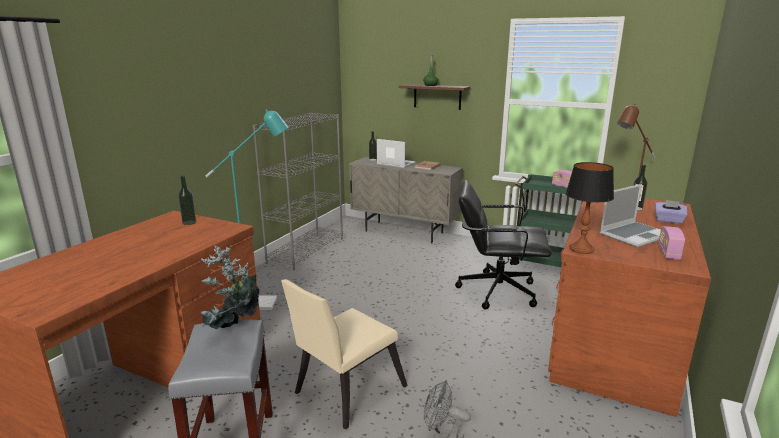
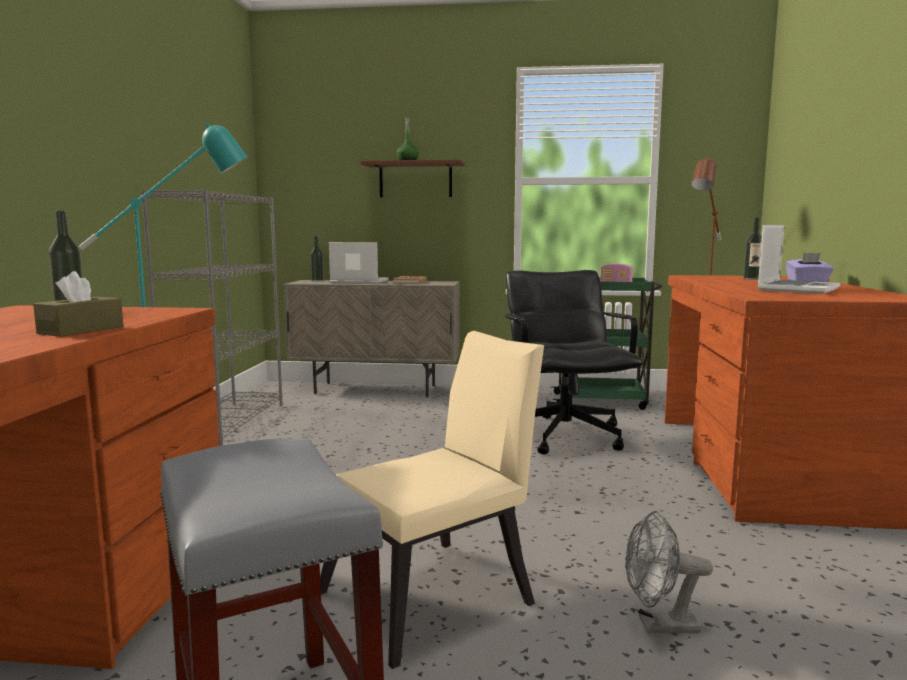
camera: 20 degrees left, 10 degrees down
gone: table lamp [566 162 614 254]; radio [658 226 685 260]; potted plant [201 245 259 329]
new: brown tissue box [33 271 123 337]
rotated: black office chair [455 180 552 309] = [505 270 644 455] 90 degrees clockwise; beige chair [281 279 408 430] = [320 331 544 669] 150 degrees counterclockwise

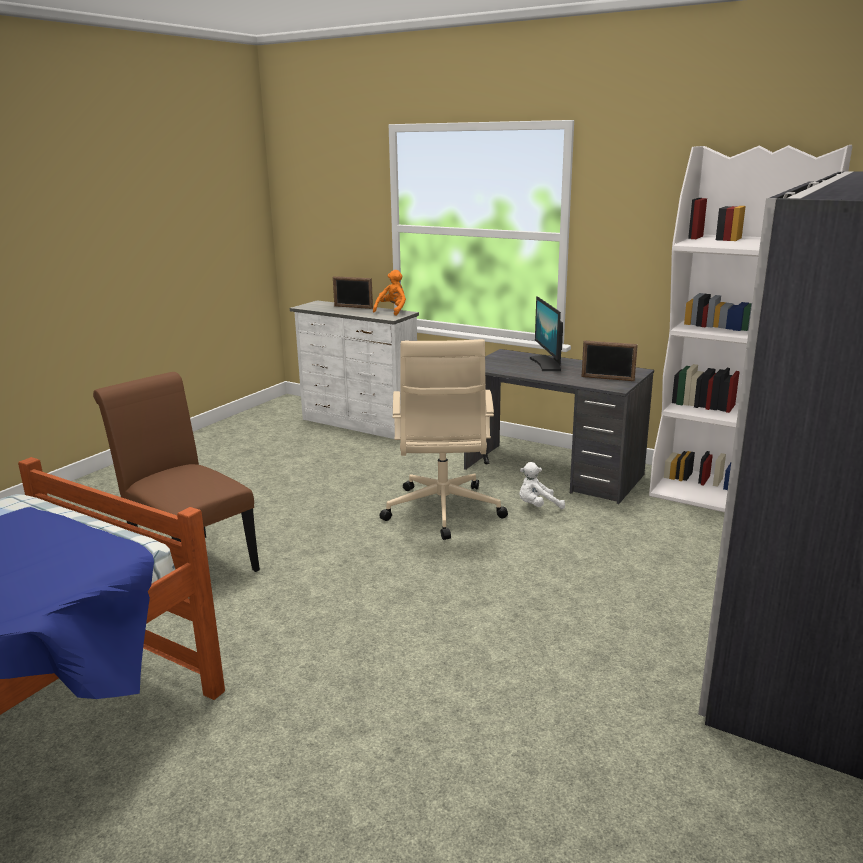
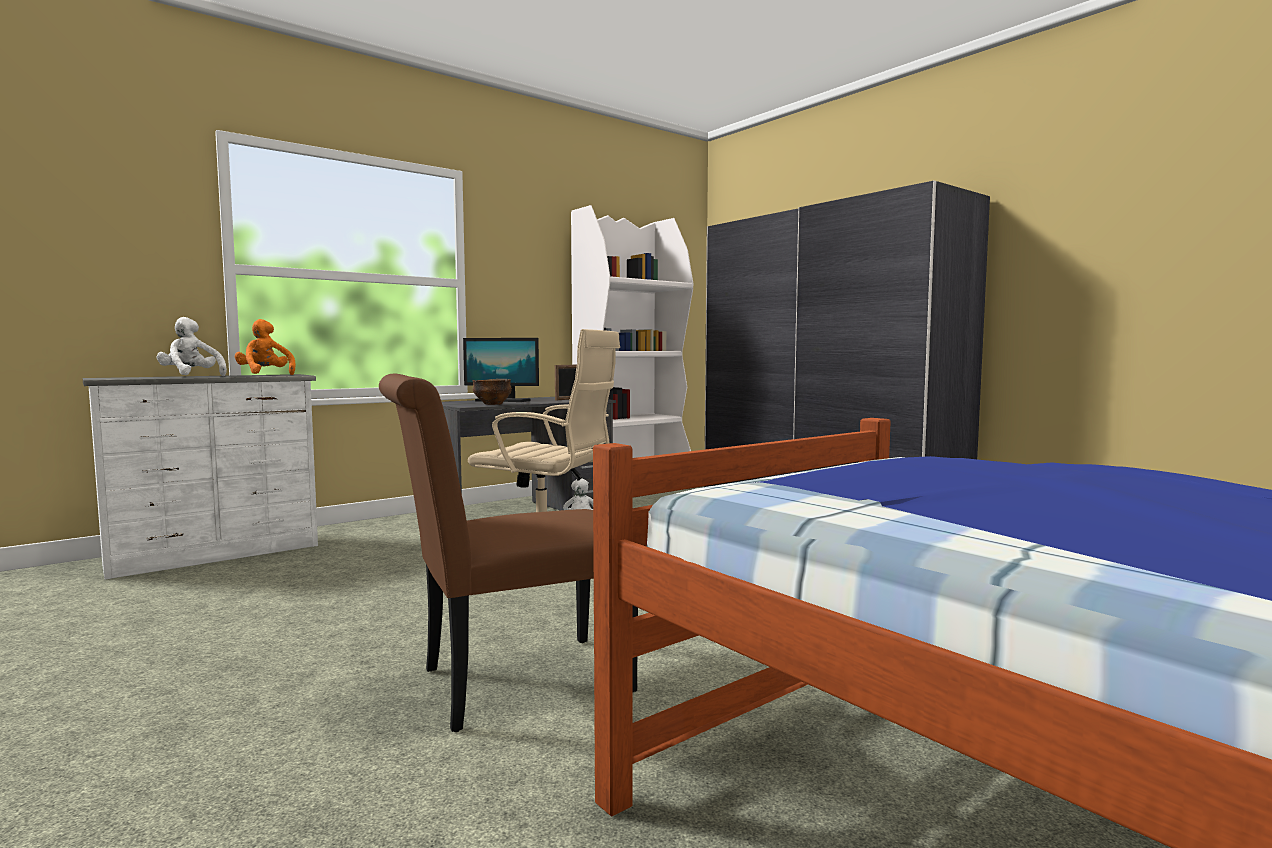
camera: 70 degrees left, 15 degrees down
new: bowl [472 379 512 405]
swapped: picture frame [333 276 373 309] to white plush toy [157 317 227 376]

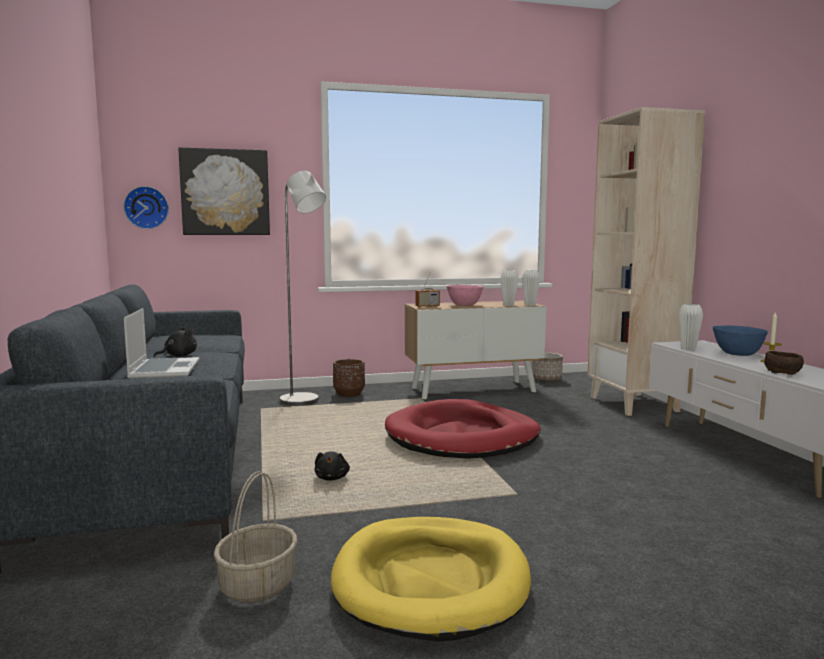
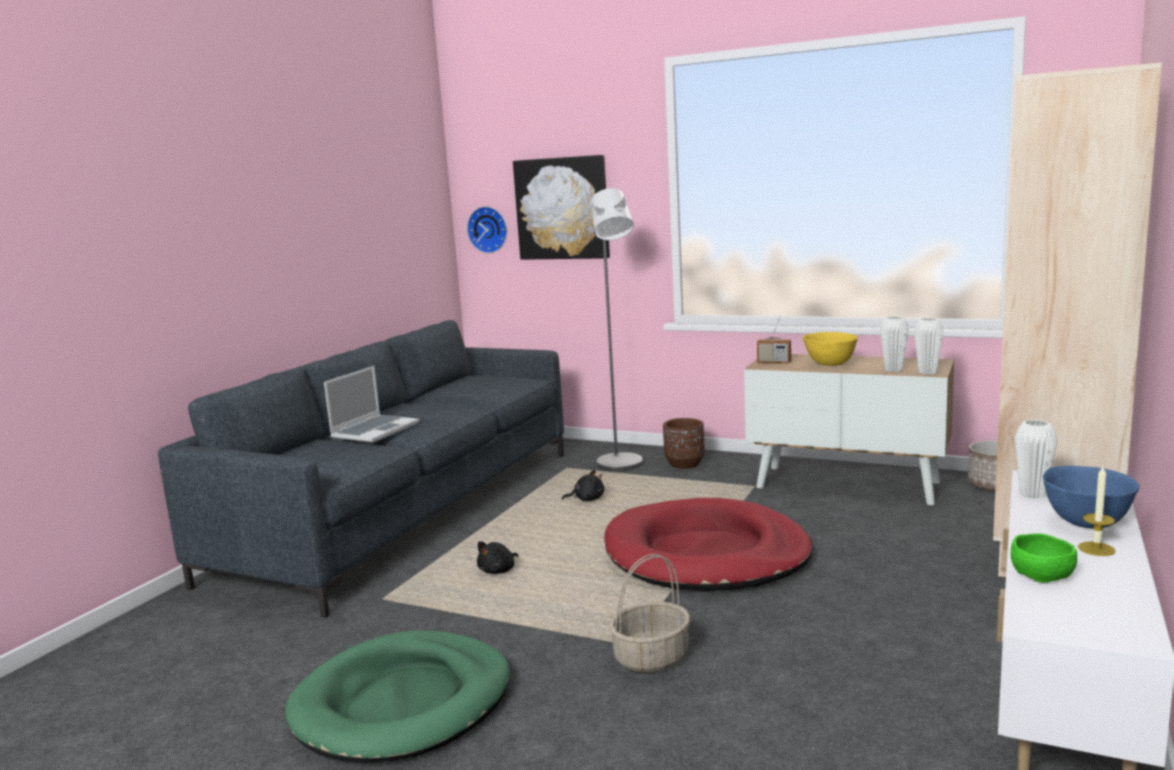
camera: 40 degrees right, 5 degrees up
shifted: black plush toy [153 327 197 357] to [562 470 604 501]; basket [214 471 297 603] to [609 554 690 673]
repainted: pink bowl [447 285 483 306] to yellow bowl [803 332 858 366]; brown bowl [764 351 804 375] to green bowl [1011 533 1077 583]; yellow dog bed [331 517 531 642] to green dog bed [285 631 510 762]

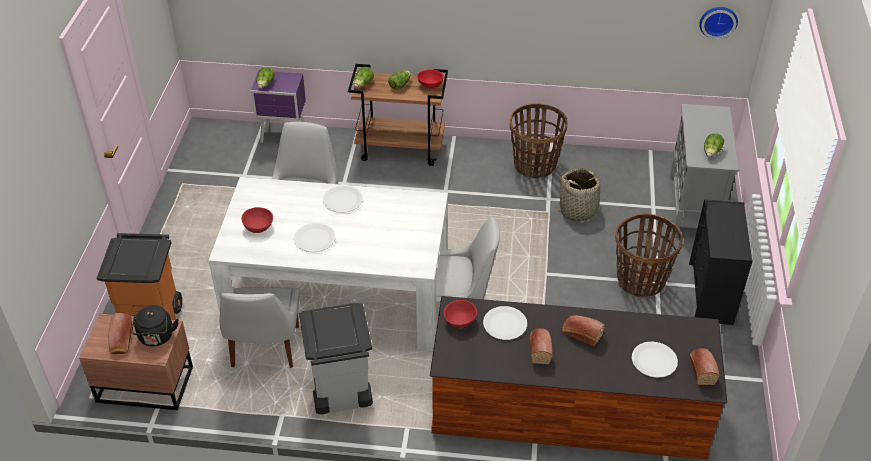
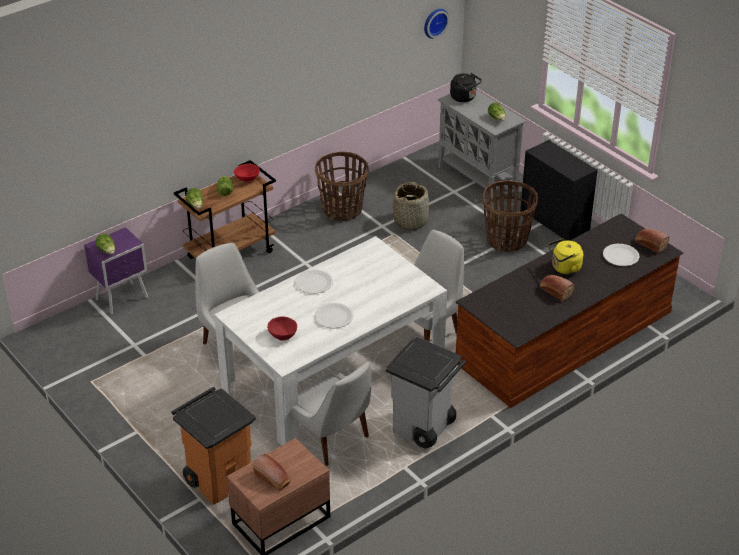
camera: 45 degrees left, 5 degrees down
gone: red bowl [444 300 477 328]; white plate [483 306 527 340]
shifted: black kettle [131 305 179 346] to [450 73 482 102]
swapped: bread [562 315 605 346] to yellow kettle [548 238 583 275]

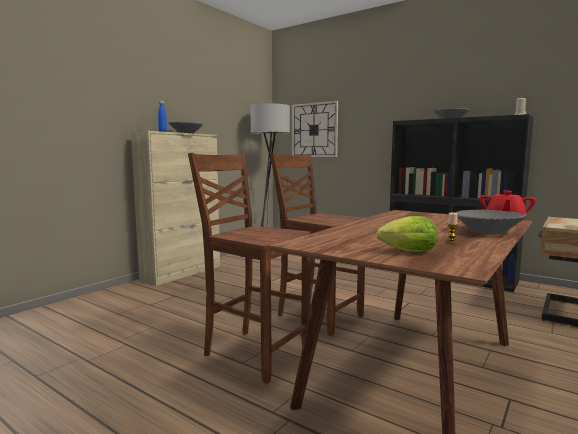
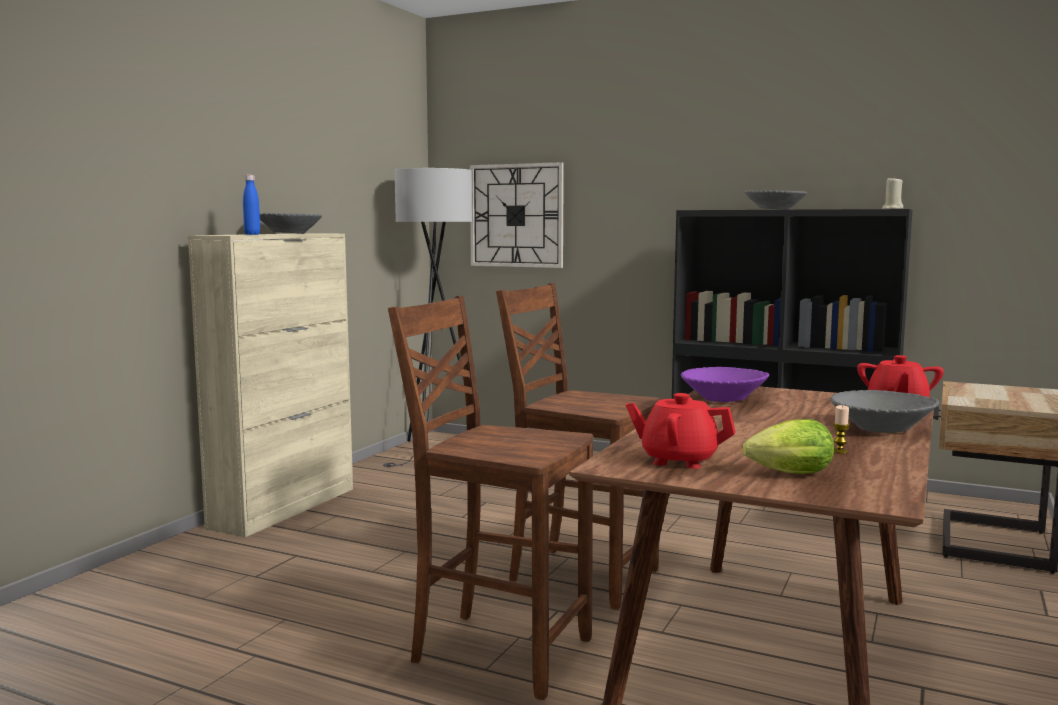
camera: 10 degrees left, 0 degrees up
new: purple bowl [681 367 770 402]; red teapot [626 393 736 469]

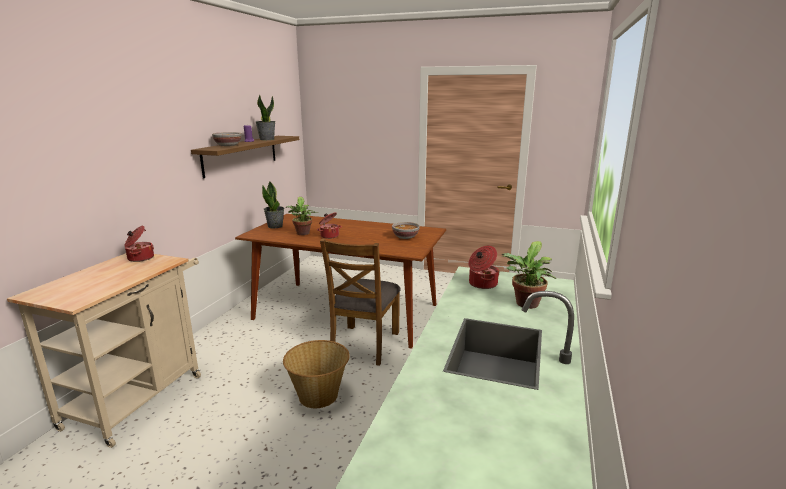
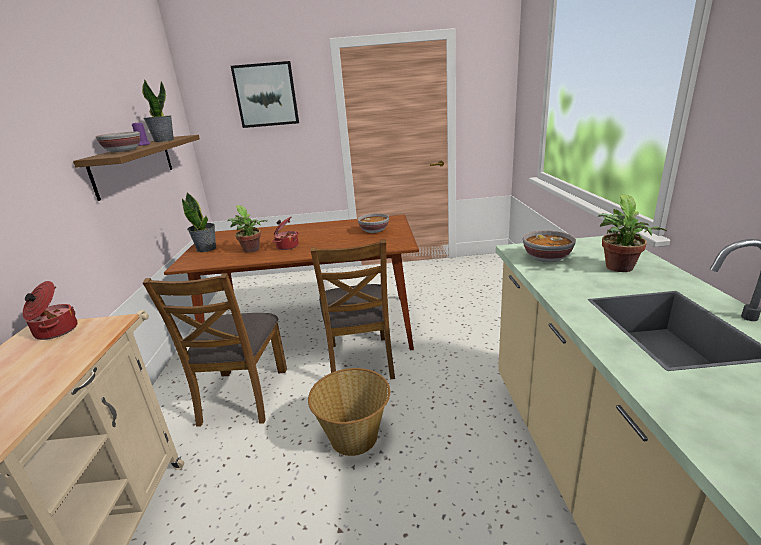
camera: 20 degrees left, 5 degrees up
new: picture [231 61 299 128]; brown chair [143 273 287 427]
swapped: cooking pot [468 246 499 289] to bowl [523 230 576 262]

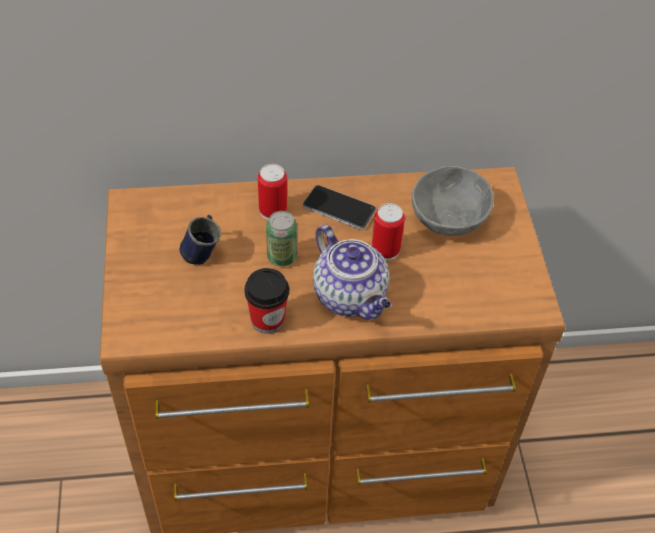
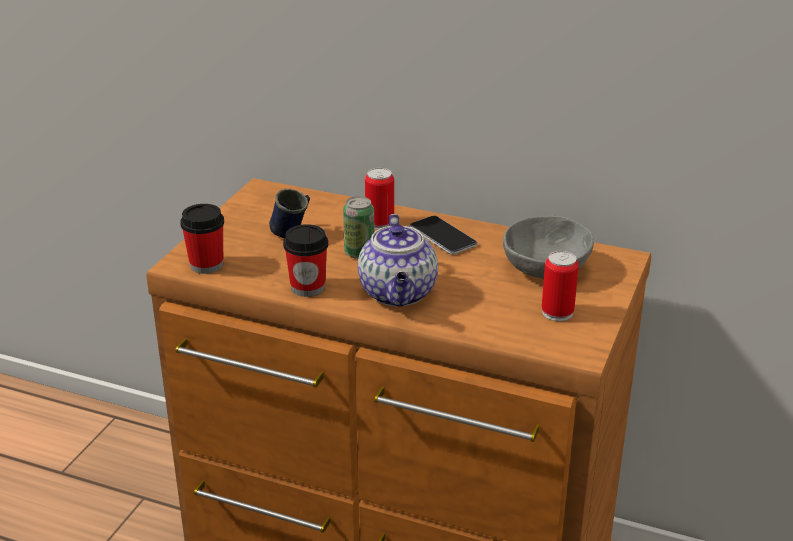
camera: 30 degrees right, 20 degrees down
new: cup [180 204 224 274]
shifted: can [372 203 405 261] to [541 251 579 321]

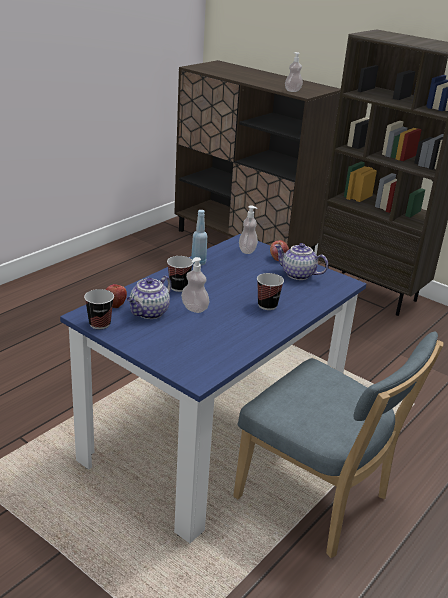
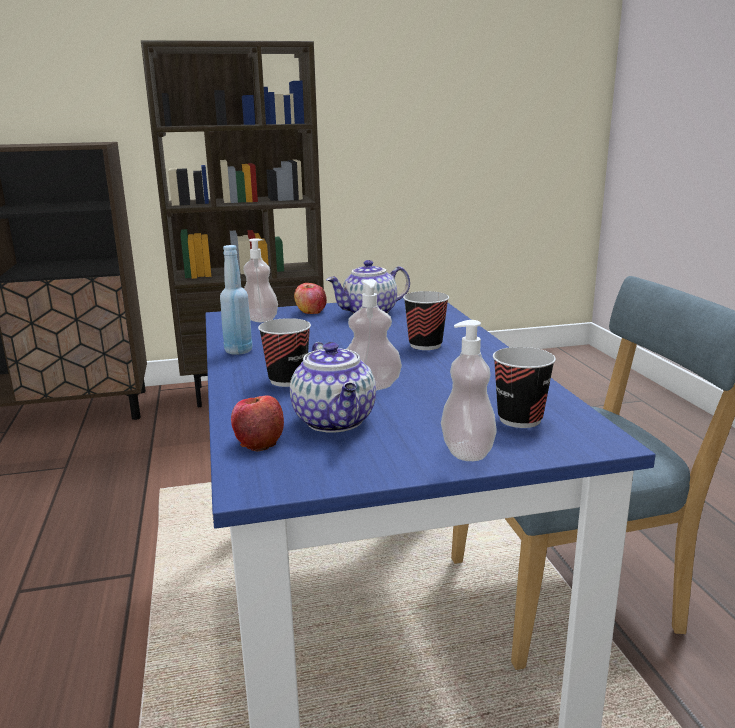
camera: 50 degrees left, 10 degrees down
shifted: soap dispenser [285 52 303 92] to [441 320 496 461]; cup [84 289 114 329] to [493 347 556 428]

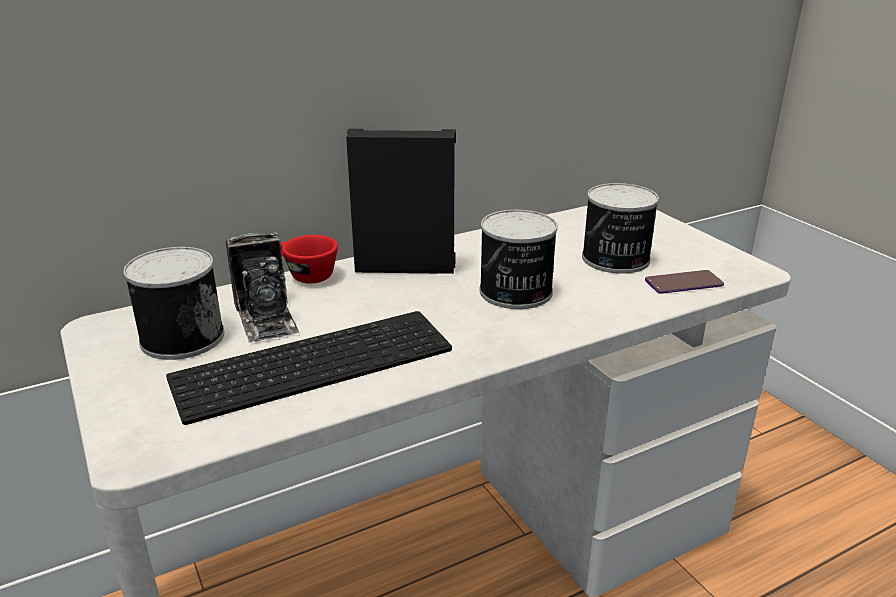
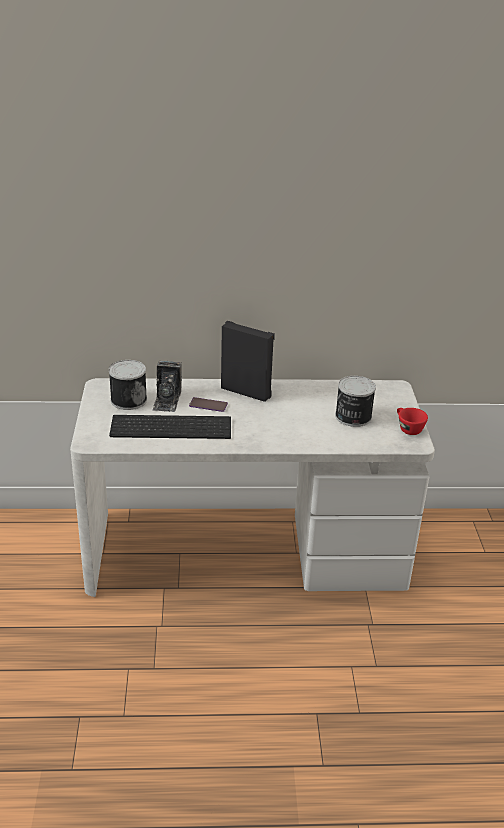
camera: 25 degrees right, 5 degrees up
gone: can [480 210 558 309]
shifted: red cup [281 235 338 284] to [397 408 428 435]; phone [645 270 724 294] to [189 397 228 412]

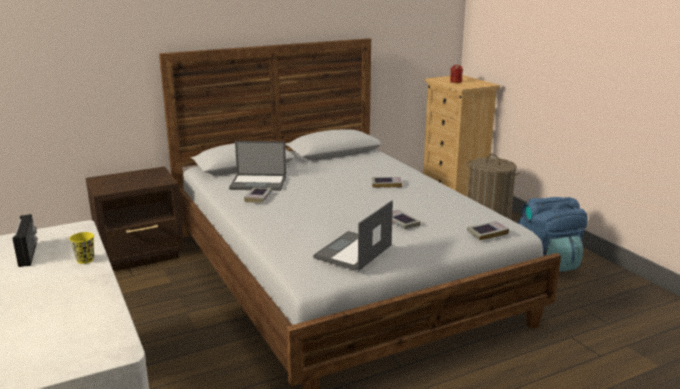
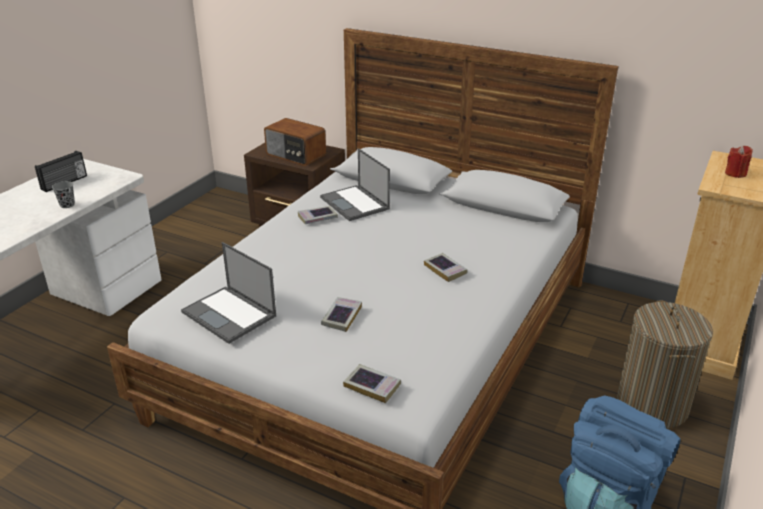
camera: 55 degrees right, 10 degrees up
new: radio [264 118 326 166]
repainted: yellow cup [69 232 94 264] to grey cup [52 181 75 208]
rotated: laptop [313 200 393 271] = [181 242 276 344] 135 degrees counterclockwise

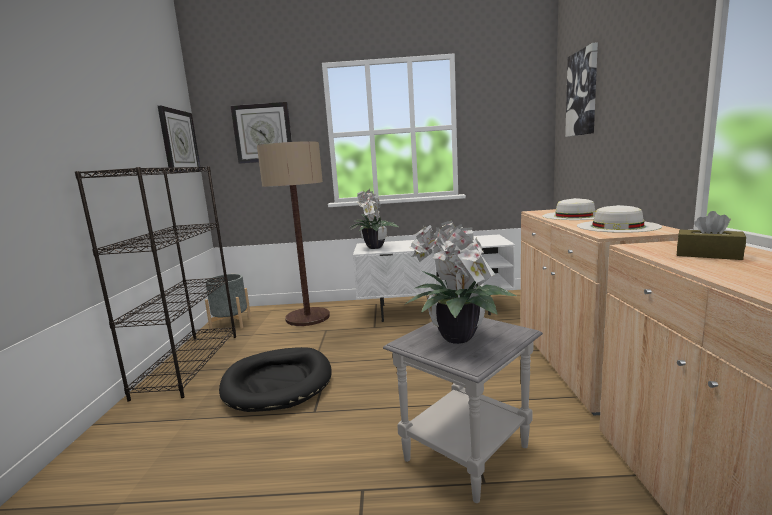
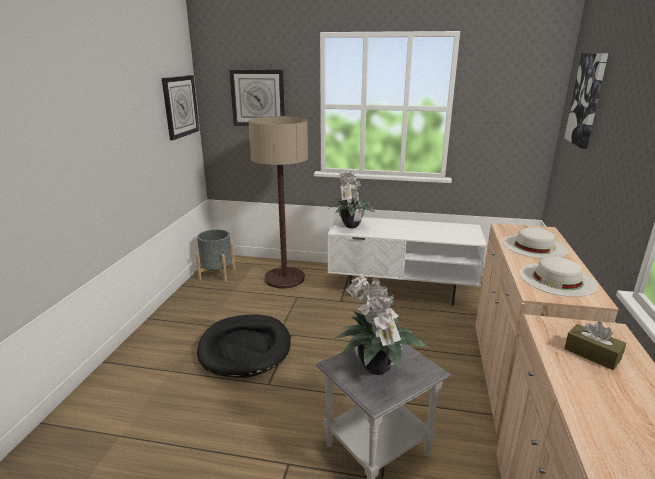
camera: 10 degrees right, 10 degrees up
gone: black bookcase [75 166 236 401]

